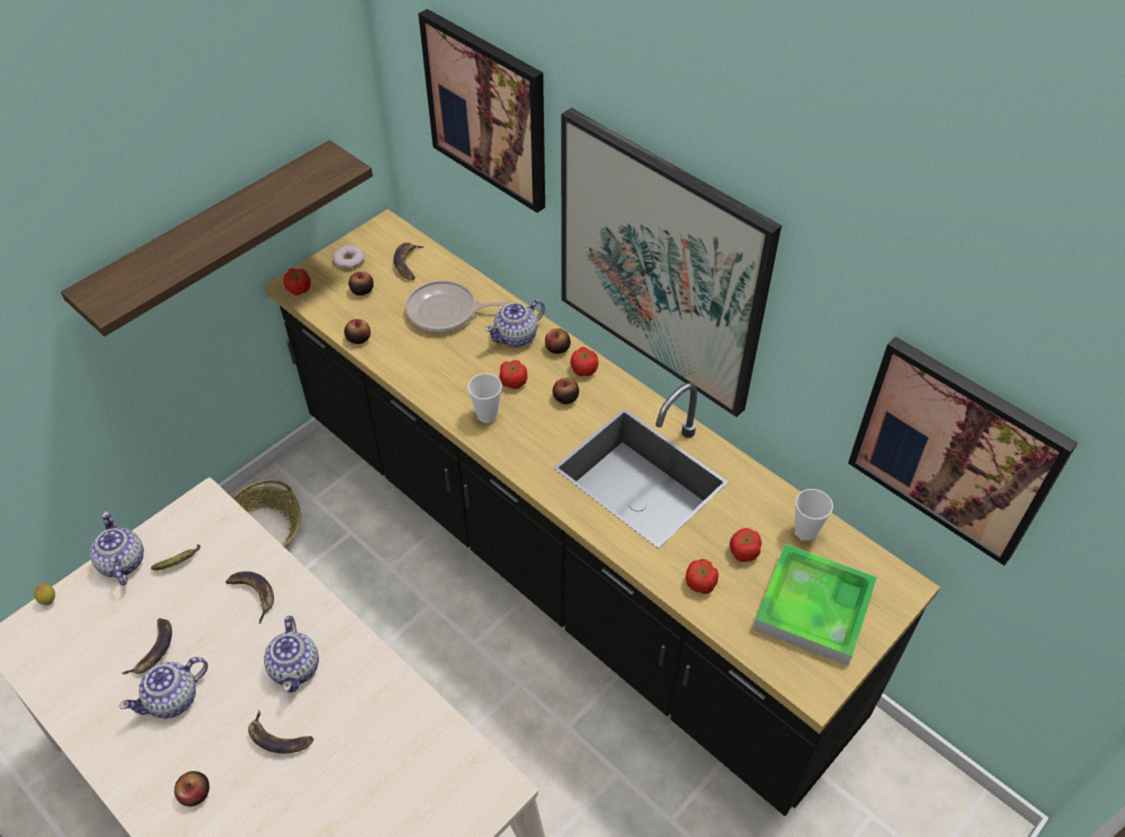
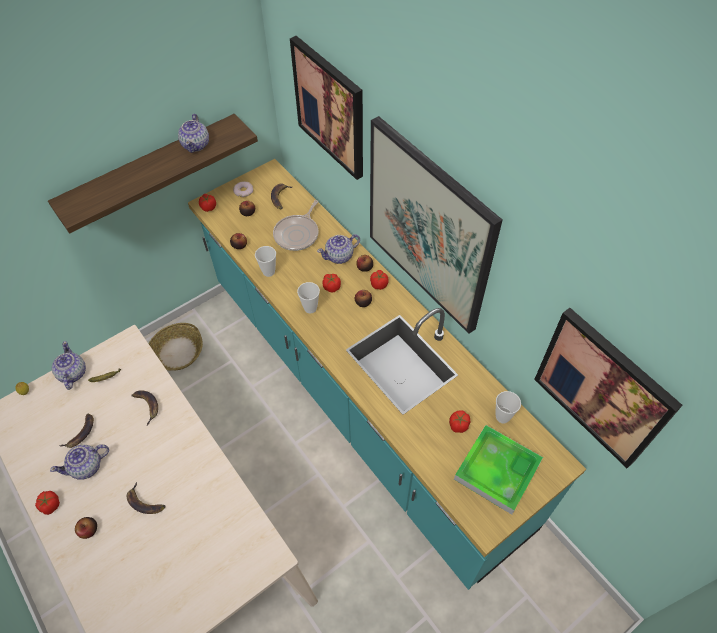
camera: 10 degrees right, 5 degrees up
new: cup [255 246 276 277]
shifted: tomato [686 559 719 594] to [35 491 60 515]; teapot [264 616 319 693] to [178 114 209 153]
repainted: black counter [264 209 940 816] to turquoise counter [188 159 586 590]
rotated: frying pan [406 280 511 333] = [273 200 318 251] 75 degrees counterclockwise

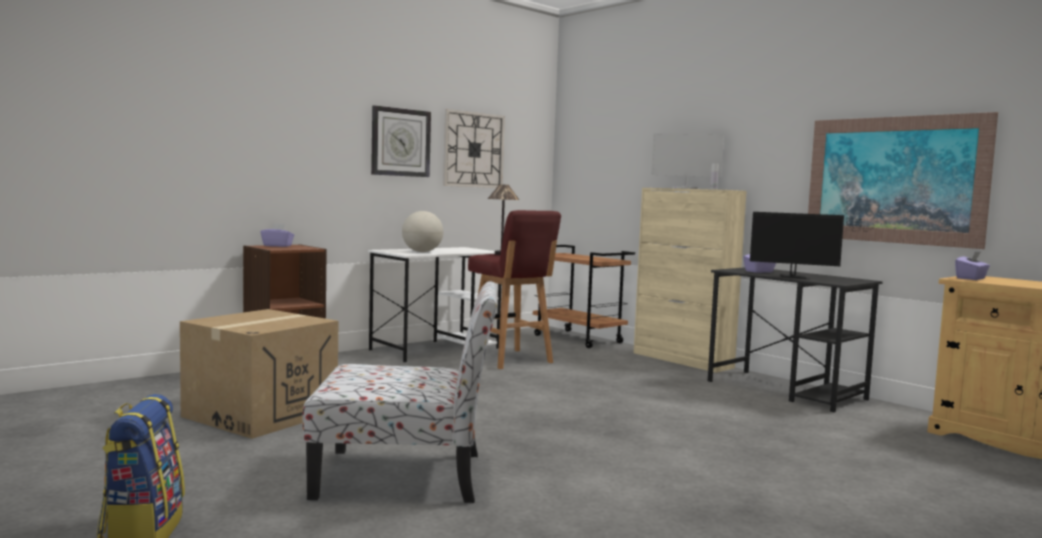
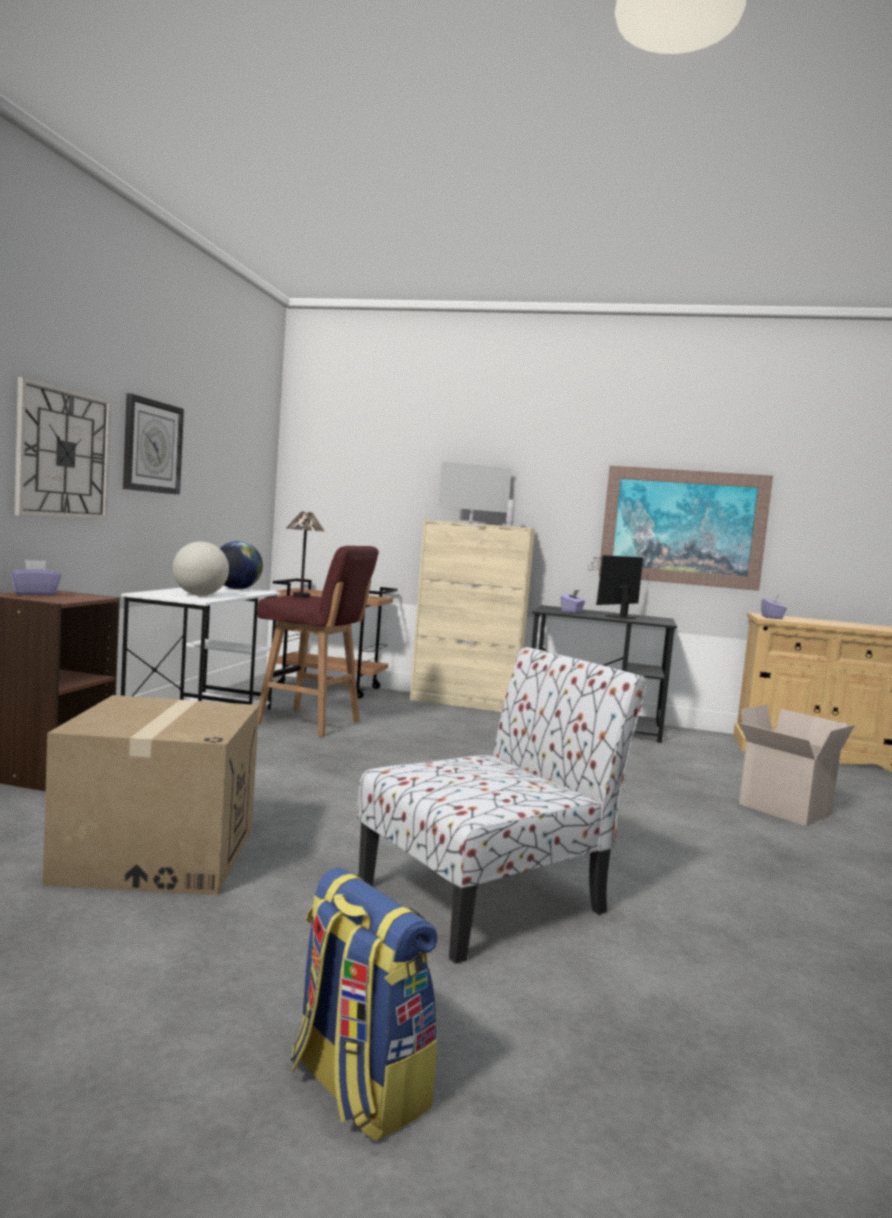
camera: 35 degrees left, 0 degrees up
new: globe [219 541 263 589]; cardboard box [739 705 855 826]
shifted: wall clock [443 109 505 188] to [14 377 111 519]
rotated: monitor [750 212 871 279] = [587 555 643 619] 150 degrees clockwise

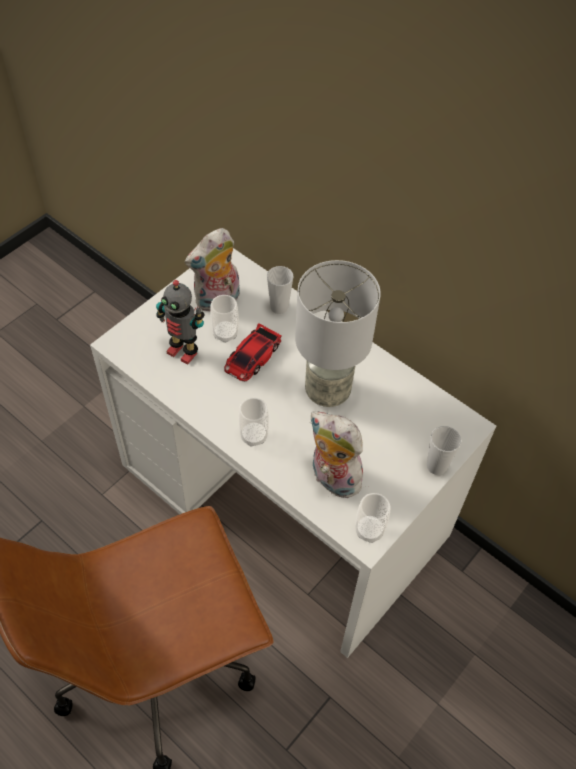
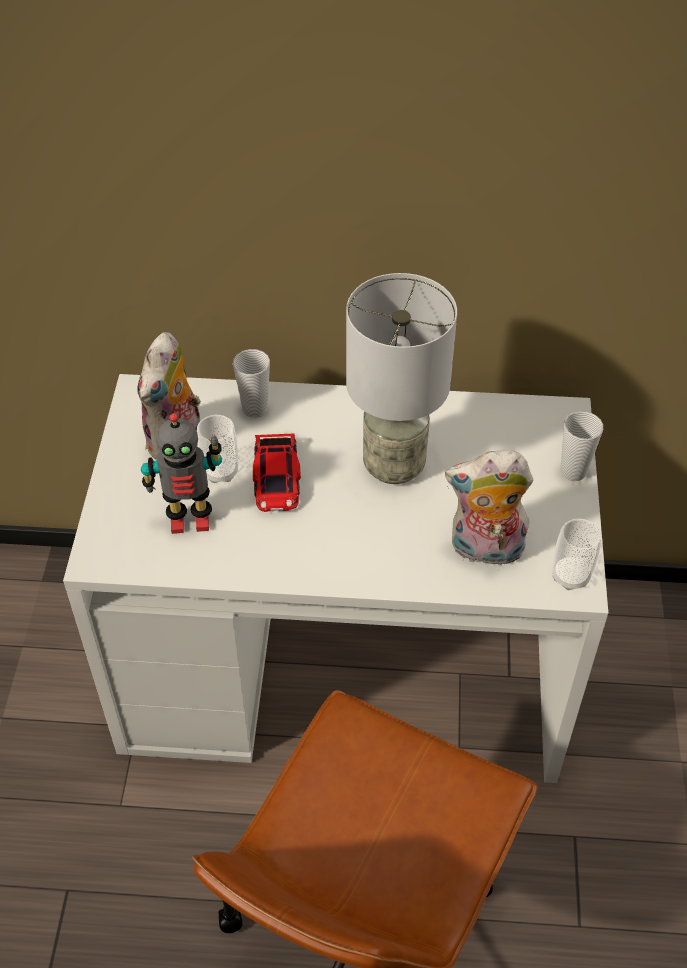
camera: 35 degrees left, 5 degrees down
gone: cup [239 398 269 447]

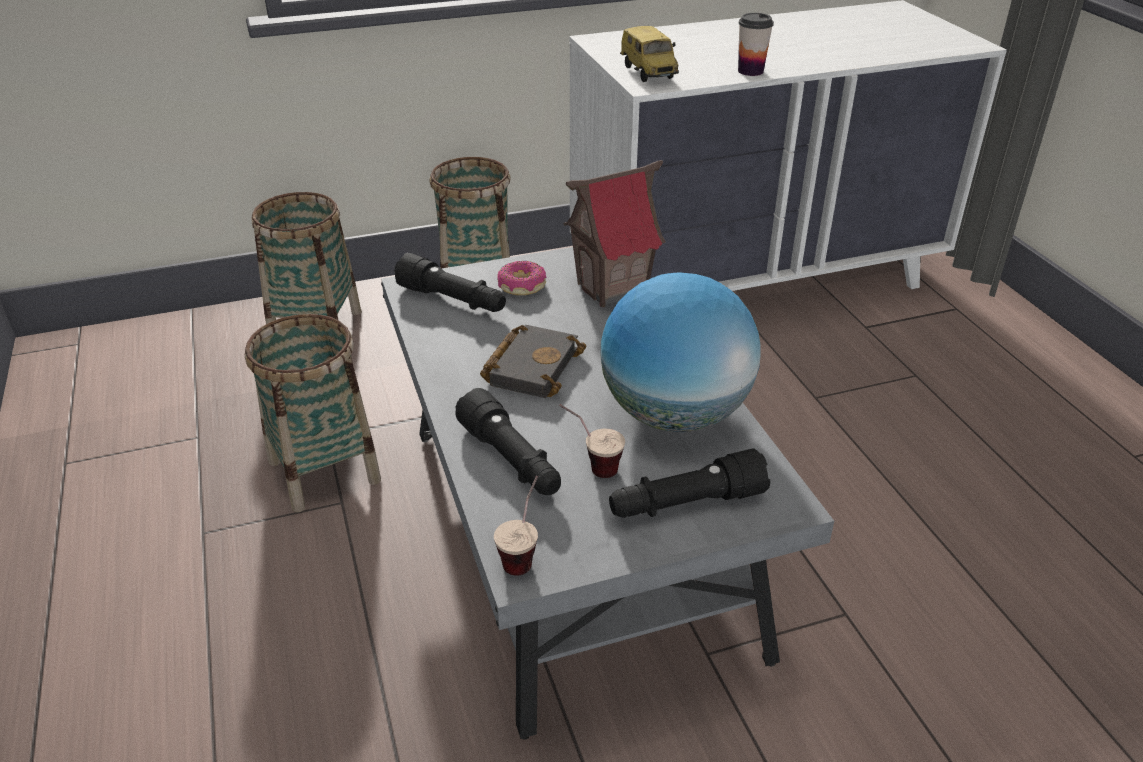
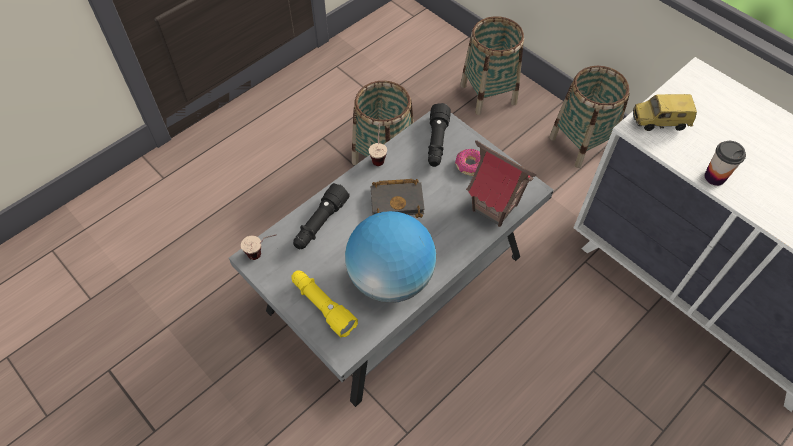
camera: 65 degrees right, 20 degrees up
shifted: cup [559 404 625 478] to [369 123 387 166]
repainted: black flashlight [609 448 770 518] to yellow flashlight [292 271 358 337]
rotated: toy car [620 26 679 82] = [633 94 697 131] 45 degrees clockwise

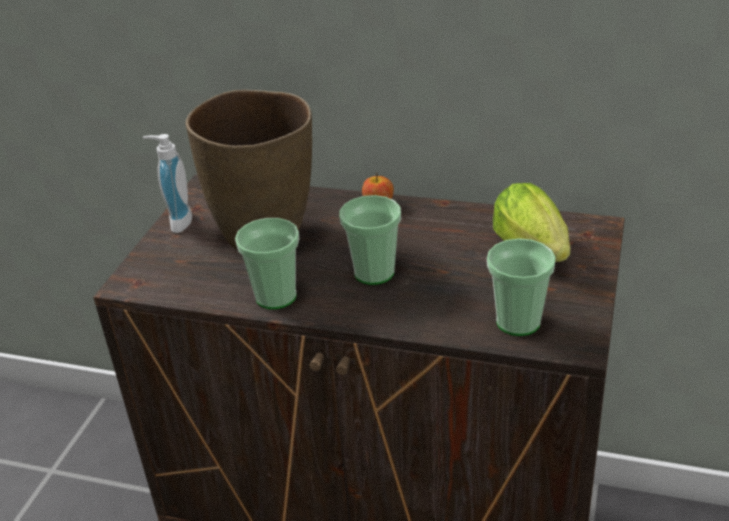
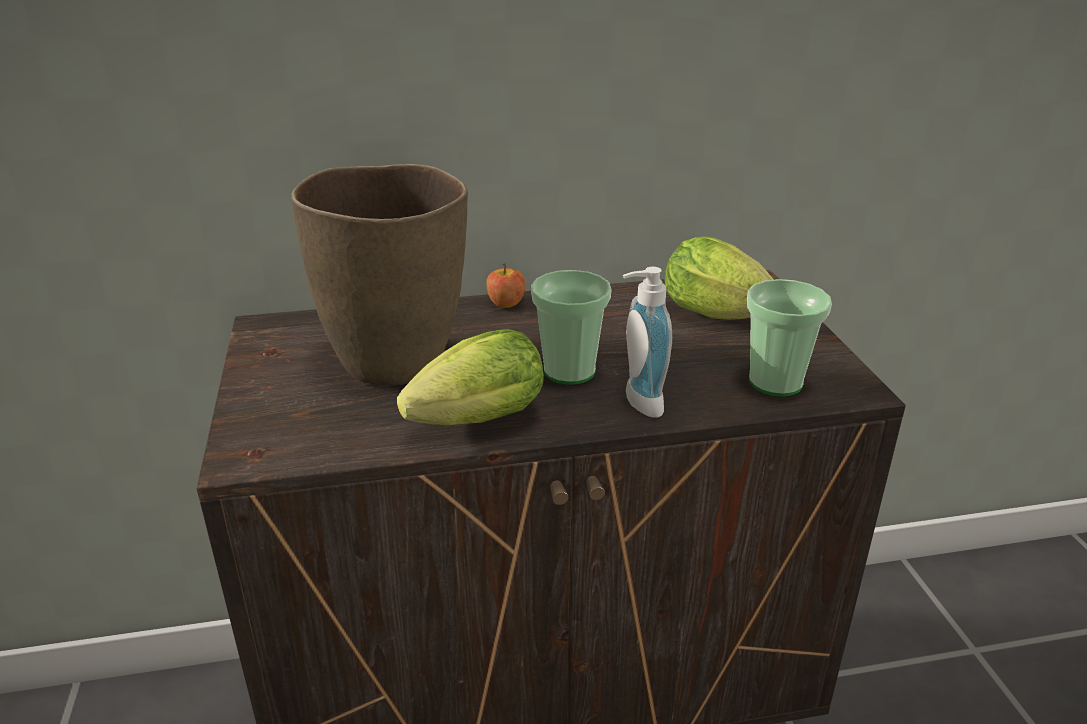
camera: 30 degrees left, 5 degrees down
shifted: soap dispenser [143 134 192 233] to [623 267 672 418]
swapped: cup [235 218 299 309] to lettuce [397 329 544 425]

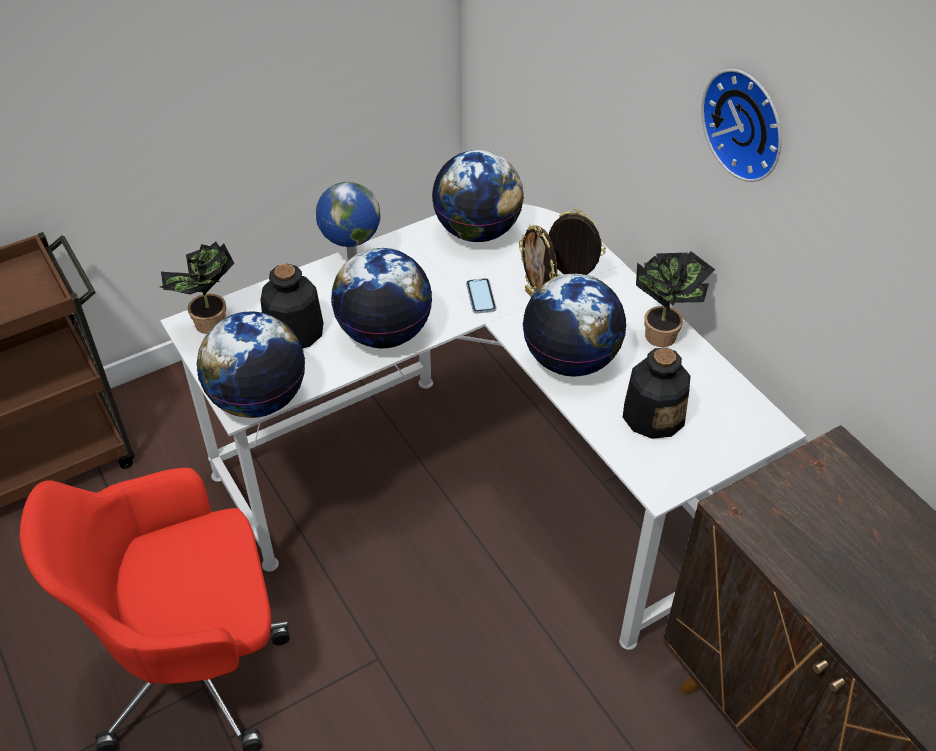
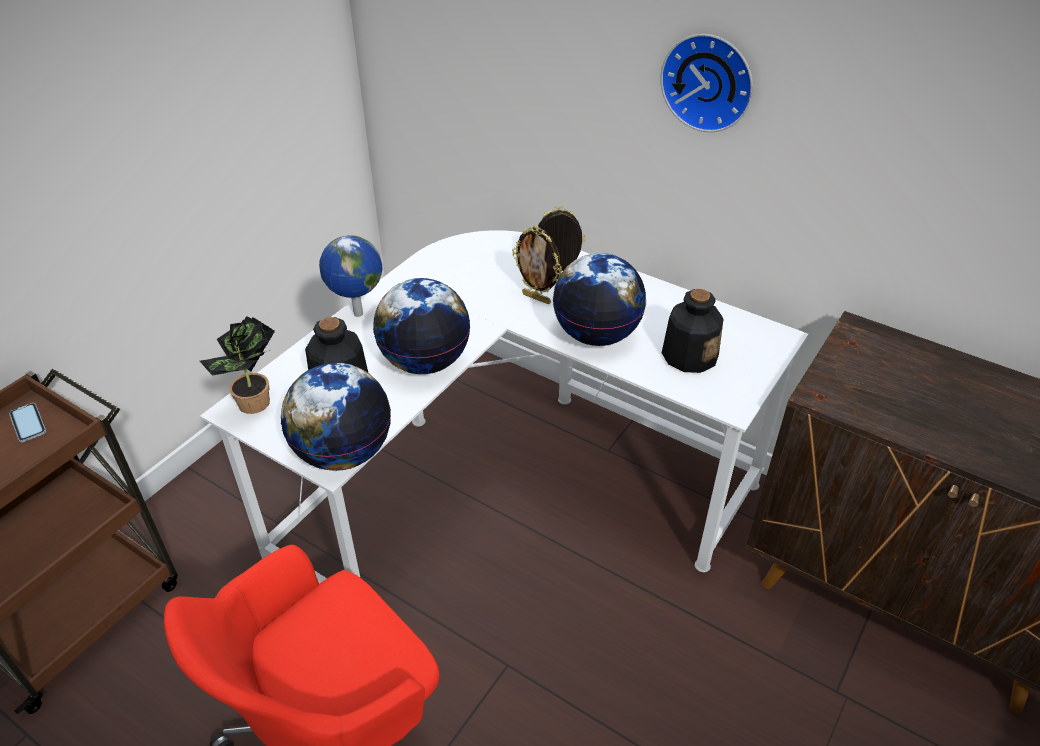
camera: 25 degrees left, 5 degrees down
gone: globe [432 150 524 242]; potted plant [636 251 715 347]
shifted: phone [466 278 496 314] to [9 403 46 442]

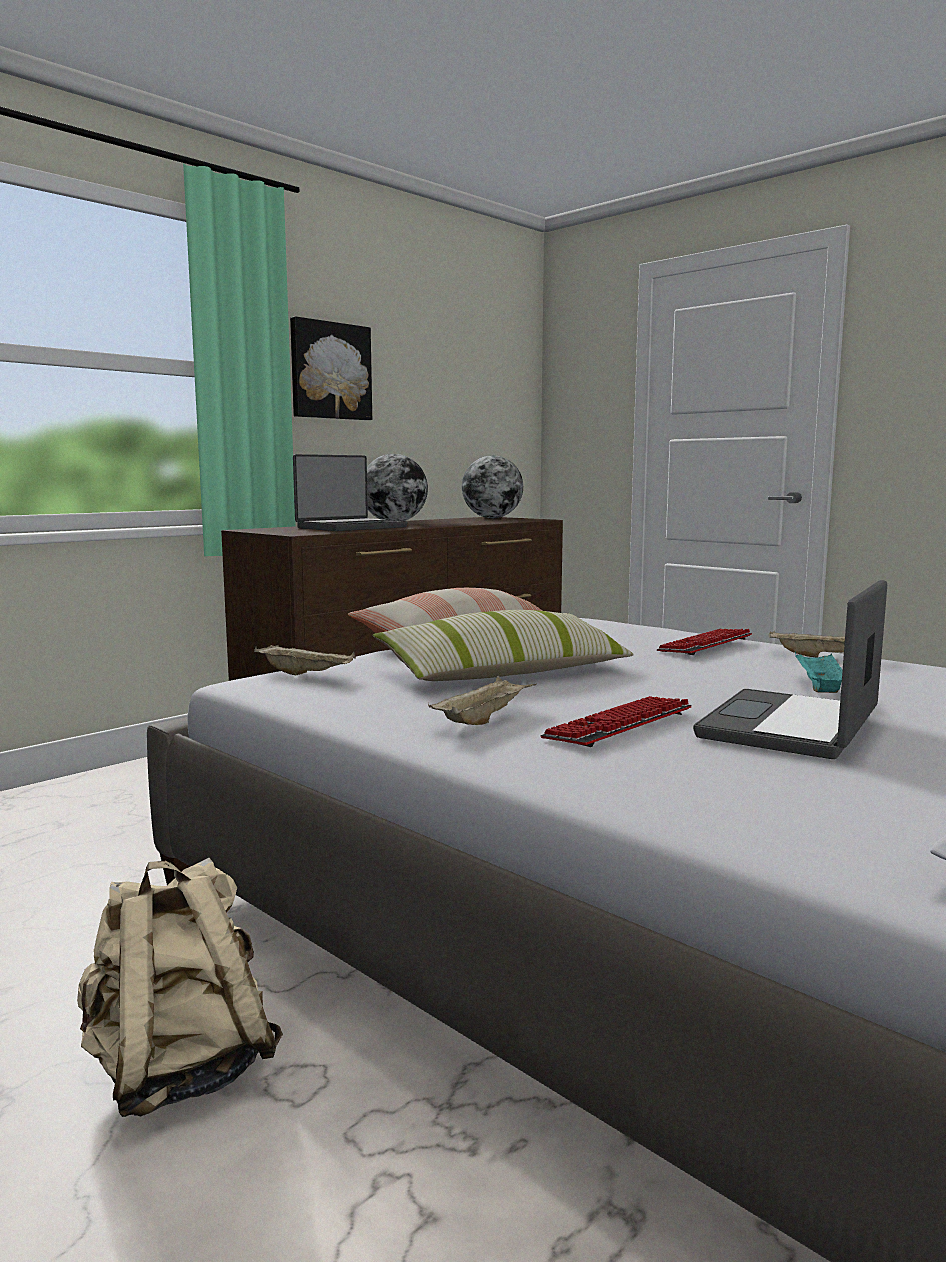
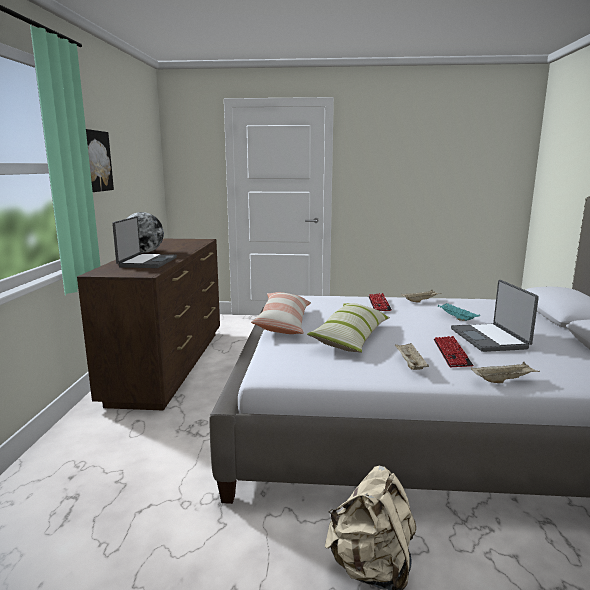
camera: 40 degrees left, 5 degrees up
gone: globe [462 455 523 518]
shifted: beige tray [254 645 356 675] to [471 362 540 383]

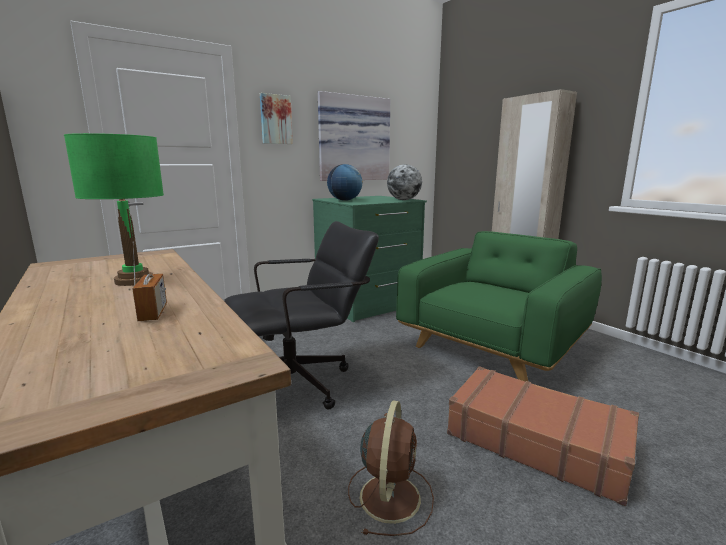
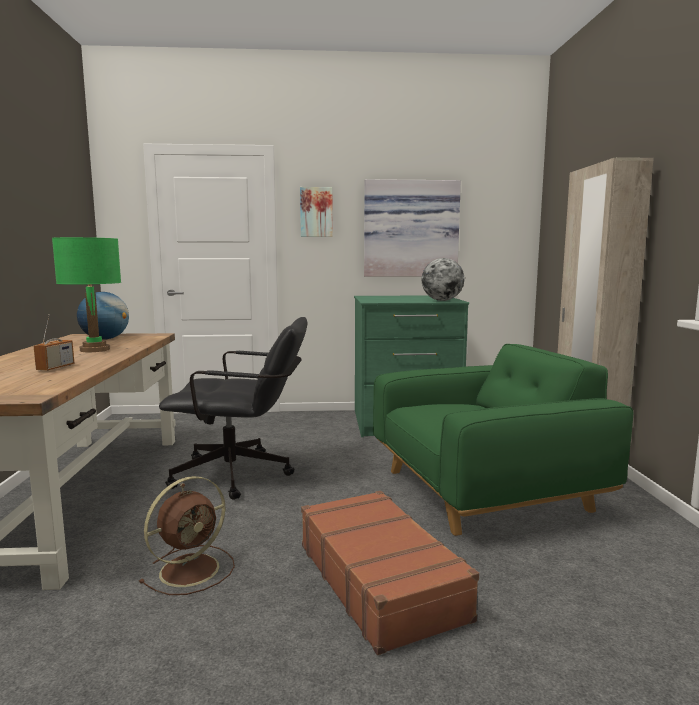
camera: 30 degrees right, 5 degrees down
shifted: globe [327 164 363 201] to [77 292 129 340]

